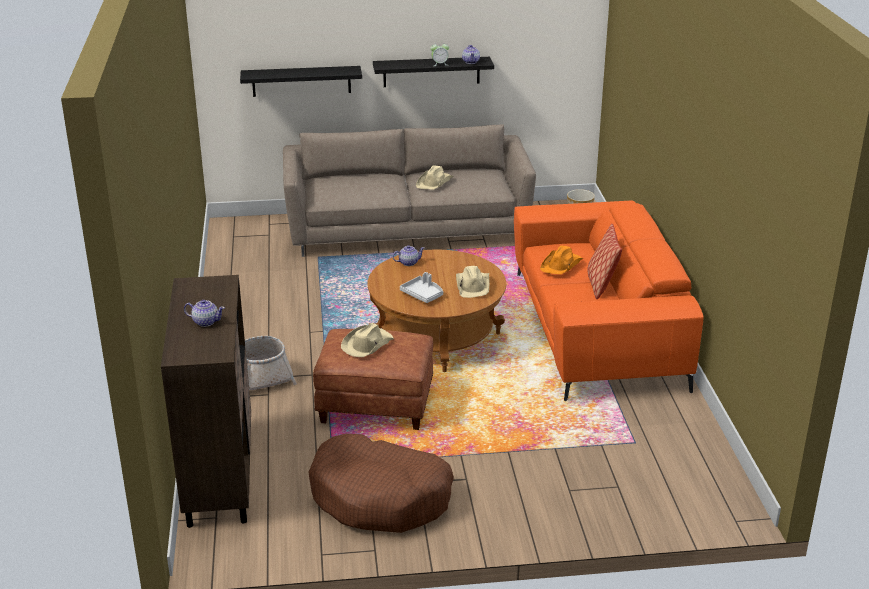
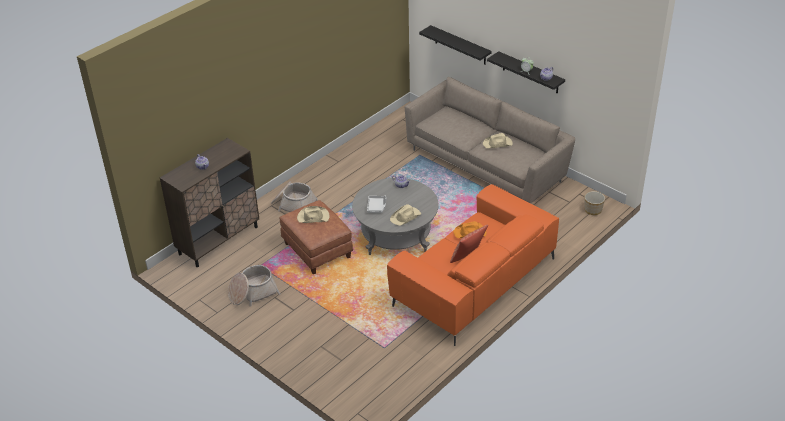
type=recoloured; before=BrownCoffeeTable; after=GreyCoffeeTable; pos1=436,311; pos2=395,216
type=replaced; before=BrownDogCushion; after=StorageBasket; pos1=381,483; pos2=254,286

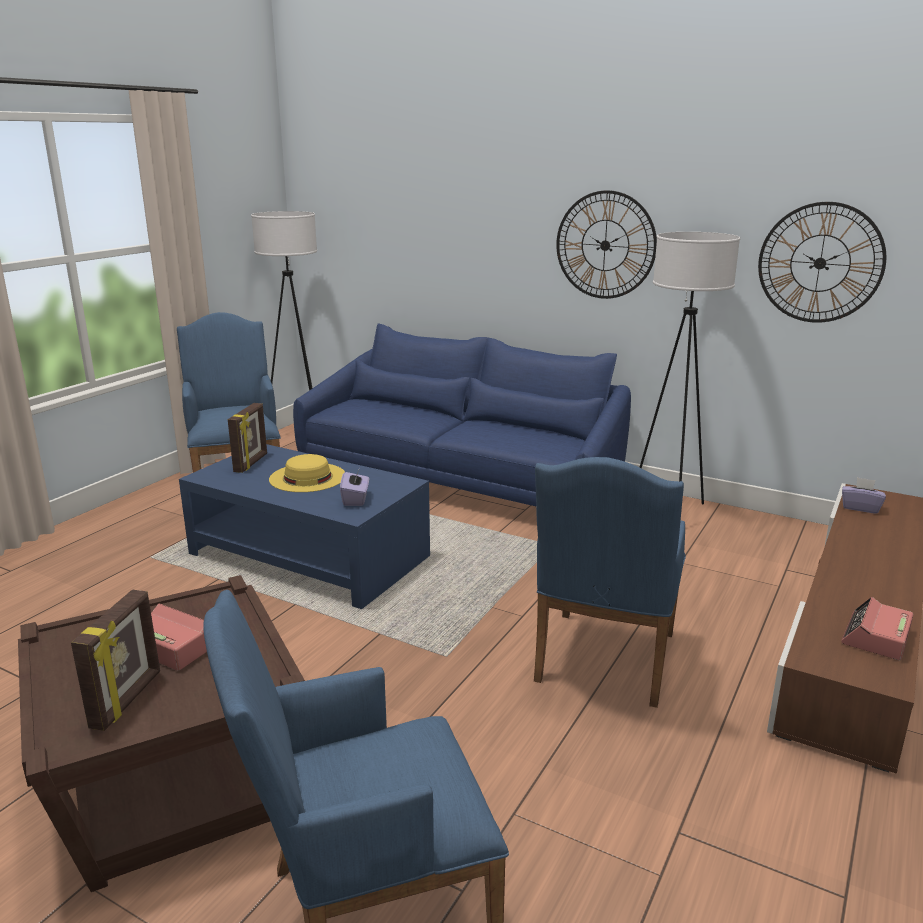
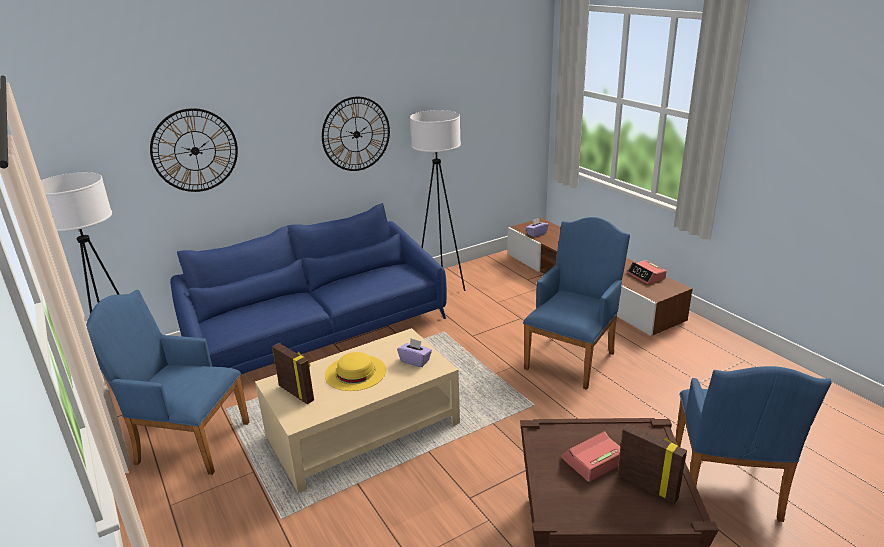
type=moved; before=HangingClock; pos1=822,262; pos2=194,150
type=recoloured; before=BlueColouredCoffeeTable; after=BeigeCoffeeTable; pos1=304,526; pos2=357,410
type=turned; before=BlueColouredLoungeChair; pos1=610,582; pos2=576,303; turn=-105

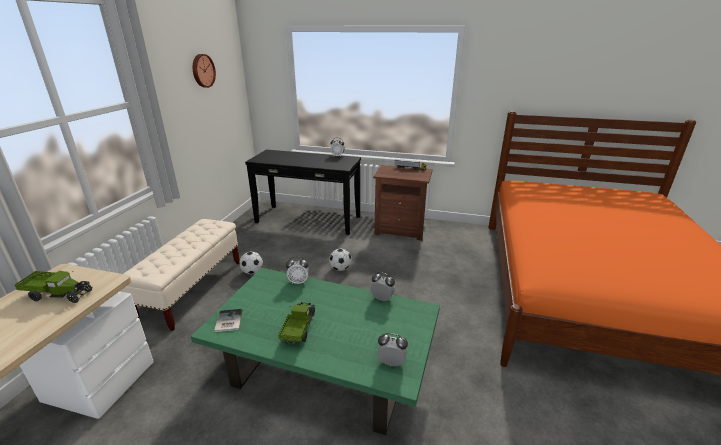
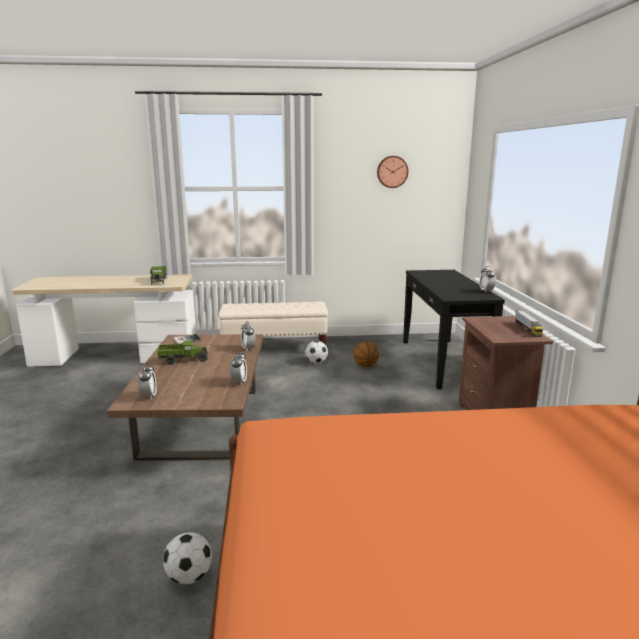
type=moved; before=FootballBall; pos1=340,260; pos2=187,558
type=recoloured; before=GreenColouredCoffeeTable; after=BrownCoffeeTable; pos1=315,351; pos2=185,397
type=added; after=BallForBasketball; pos2=366,354

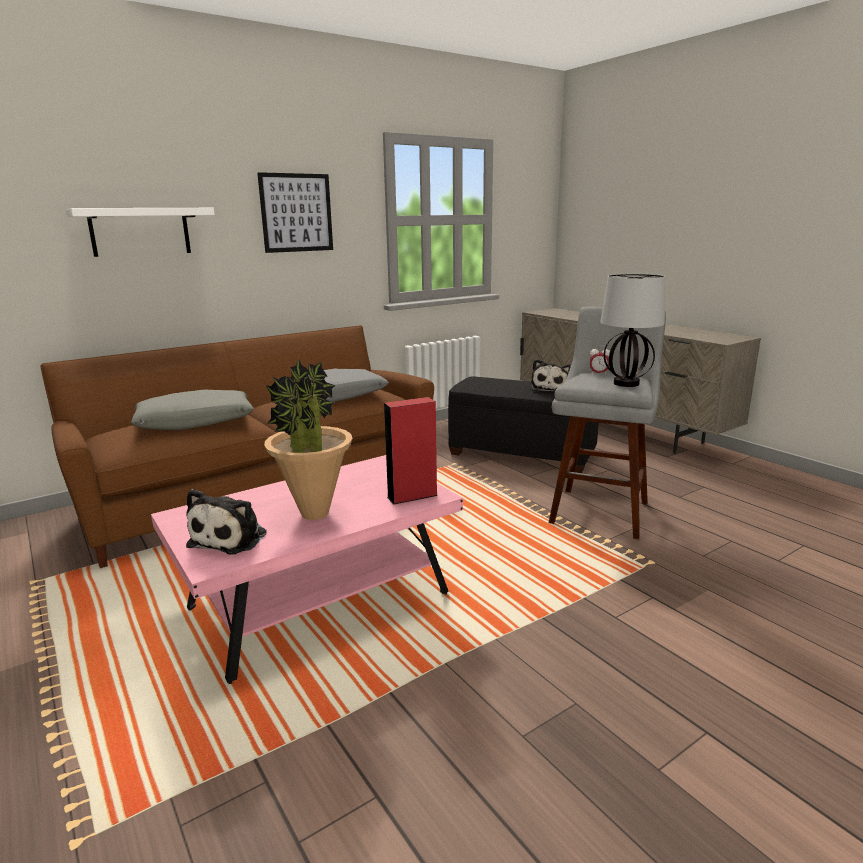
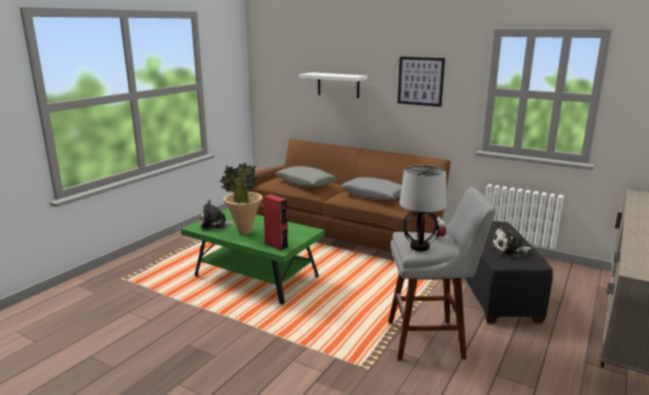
type=recoloured; before=PinkColouredCoffeeTable; after=GreenColouredCoffeeTable; pos1=307,569; pos2=253,256

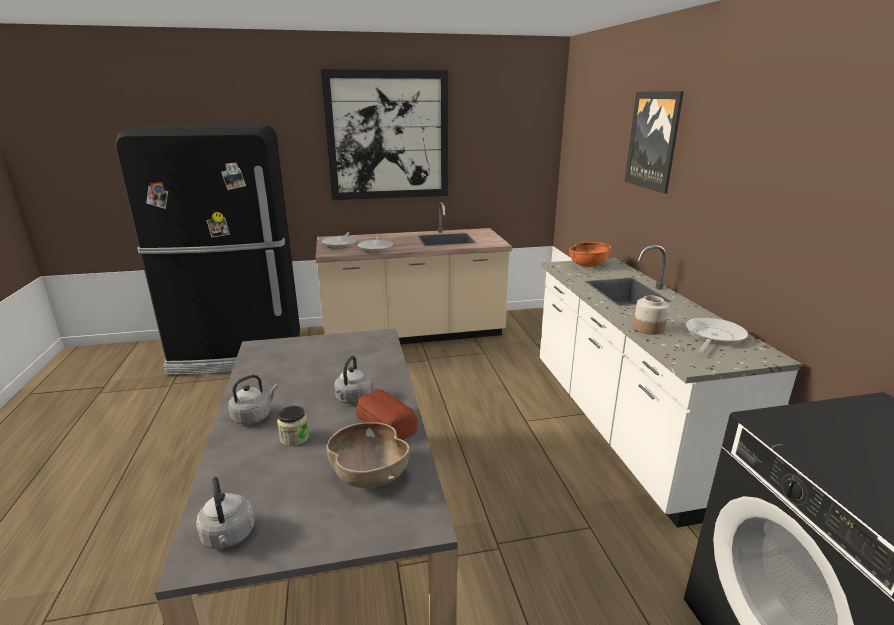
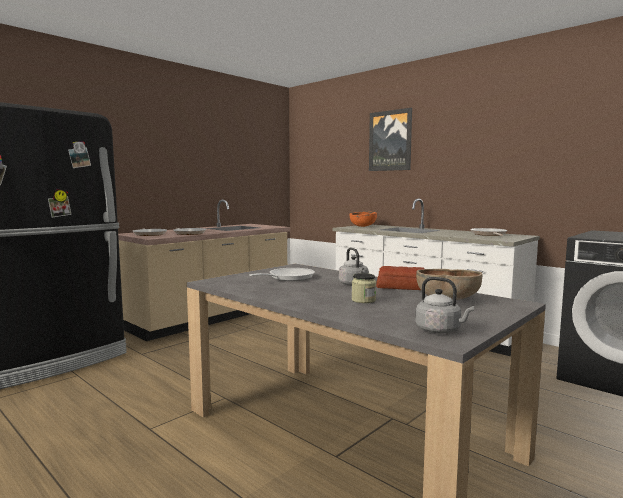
type=removed; before=WallArt; pos1=384,134
type=removed; before=Jar; pos1=651,315
type=removed; before=GreyWaterKettle; pos1=253,400
type=added; after=Pan; pos2=282,274

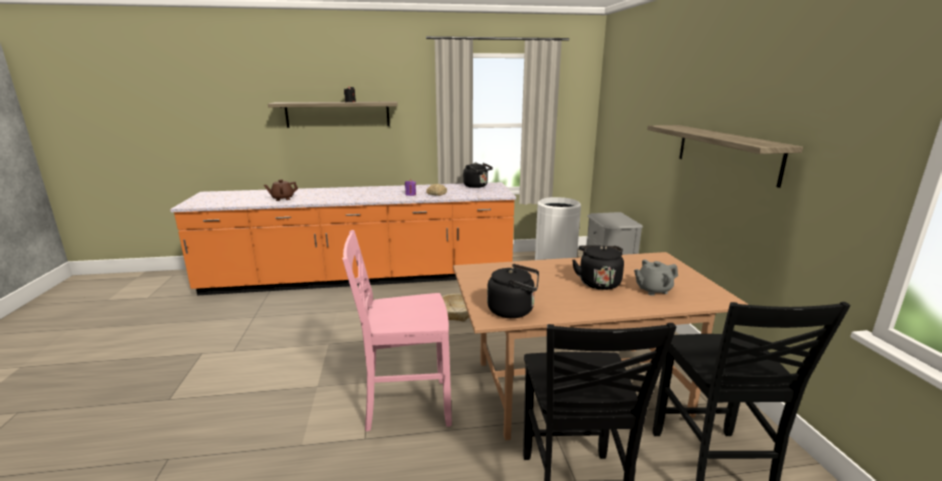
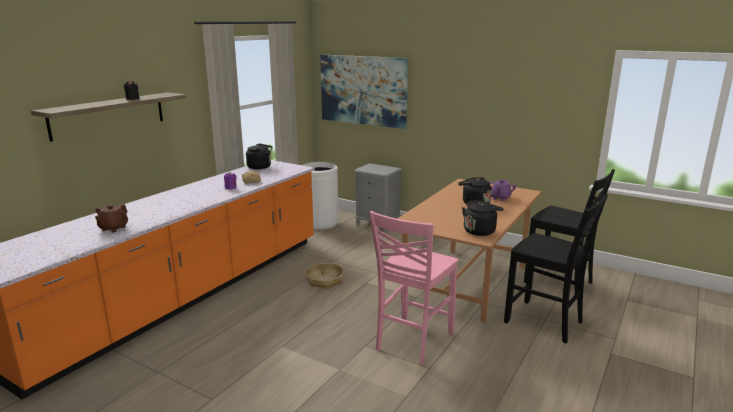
type=removed; before=Shelf; pos1=725,156
type=recoloured; before=GreyTeapot; after=PurpleTeapot; pos1=656,277; pos2=502,190
type=added; after=WallArt; pos2=364,92

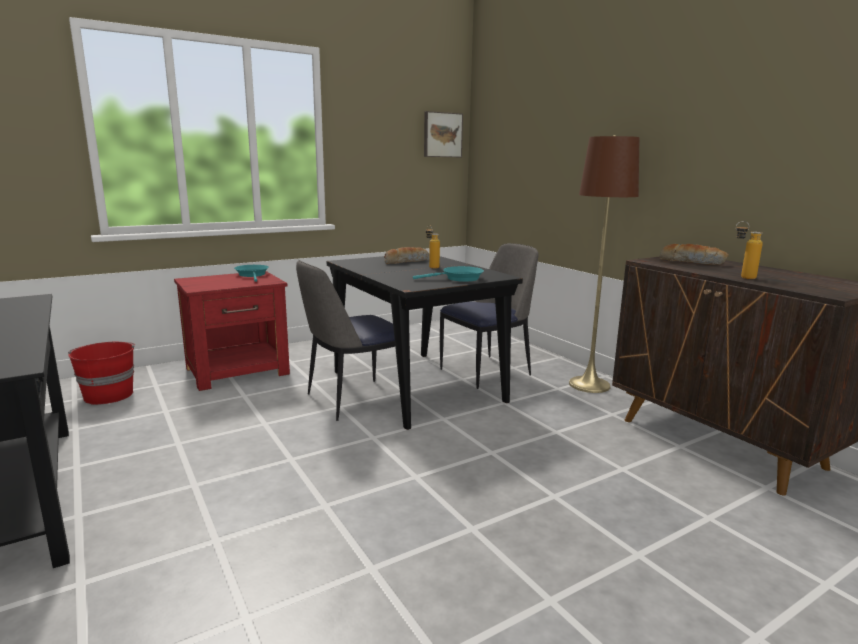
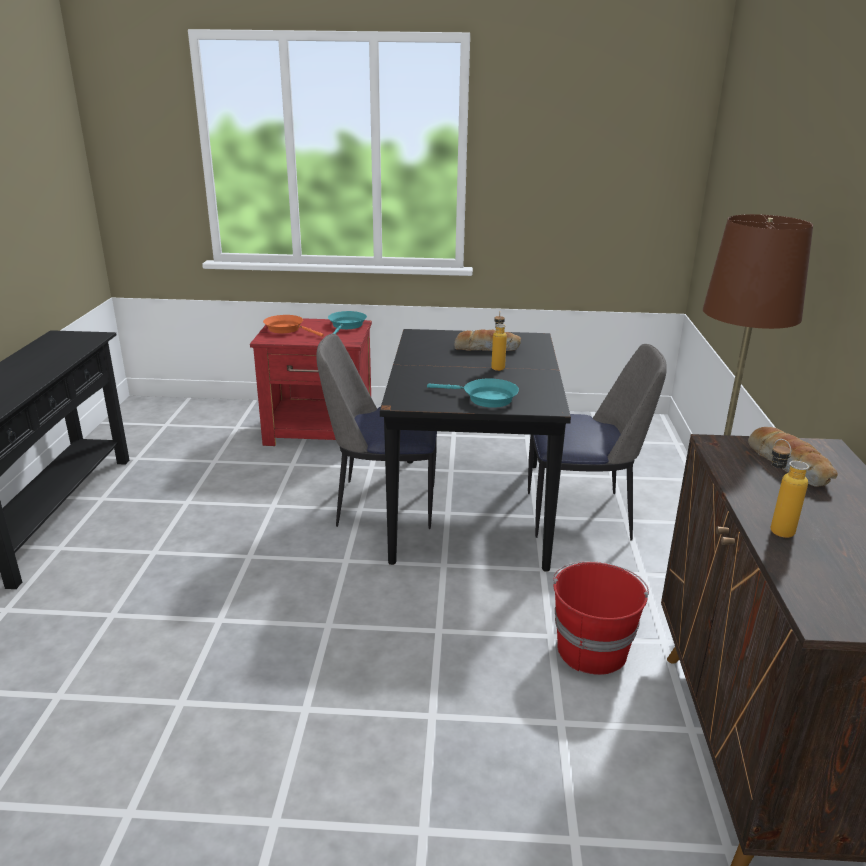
type=removed; before=WallArt; pos1=443,134
type=moved; before=RedColouredPail; pos1=101,373; pos2=601,618
type=added; after=OrangeColouredPan; pos2=293,326

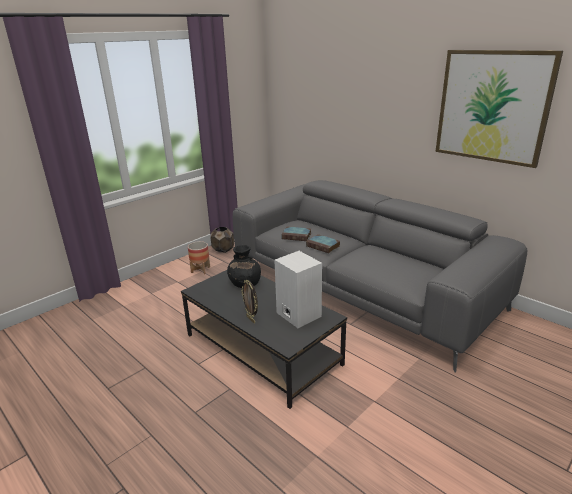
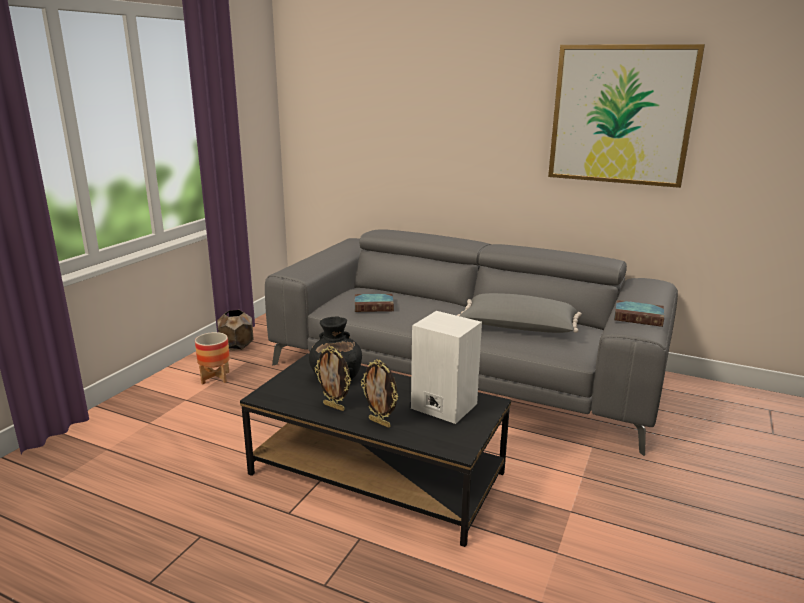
type=moved; before=Volume; pos1=323,243; pos2=639,313
type=added; after=GreyThrowPillow; pos2=519,313
type=added; after=PhotoFrame; pos2=333,378

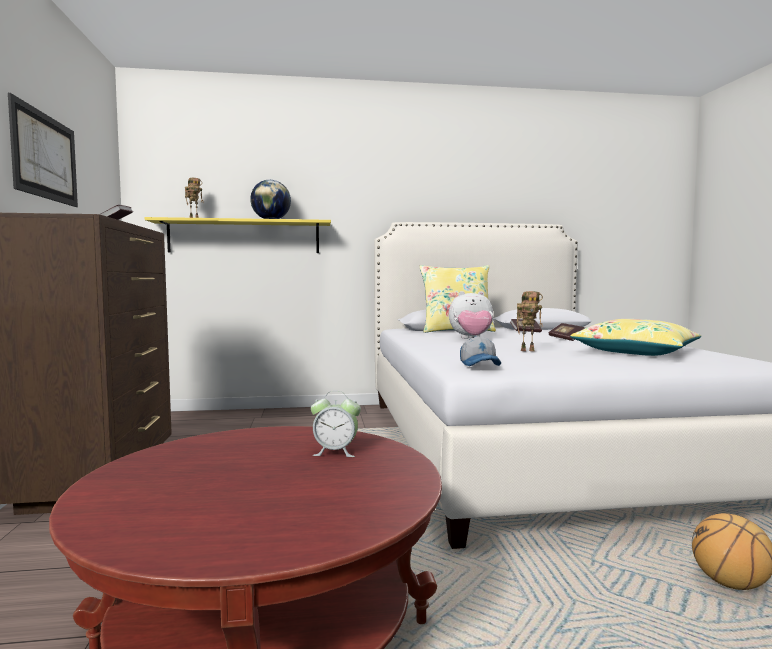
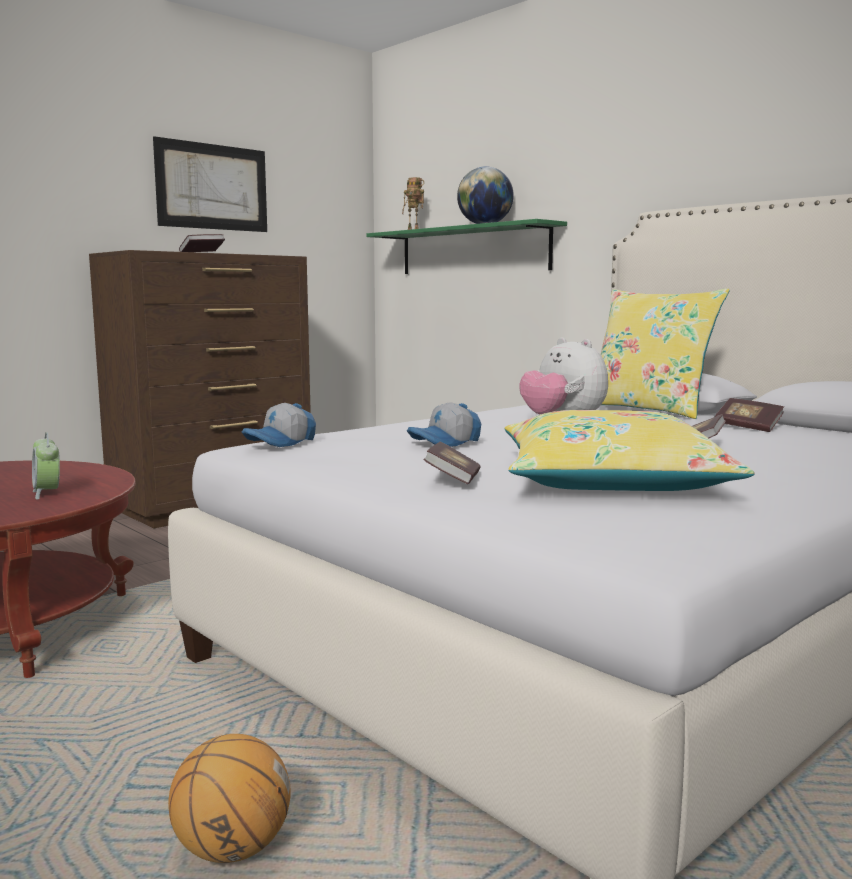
type=recoloured; before=YellowishShelf; after=GreenColouredShelf; pos1=238,235; pos2=466,246
type=replaced; before=ToyRobot; after=Cap; pos1=530,321; pos2=444,424
type=added; after=Volume; pos2=452,463

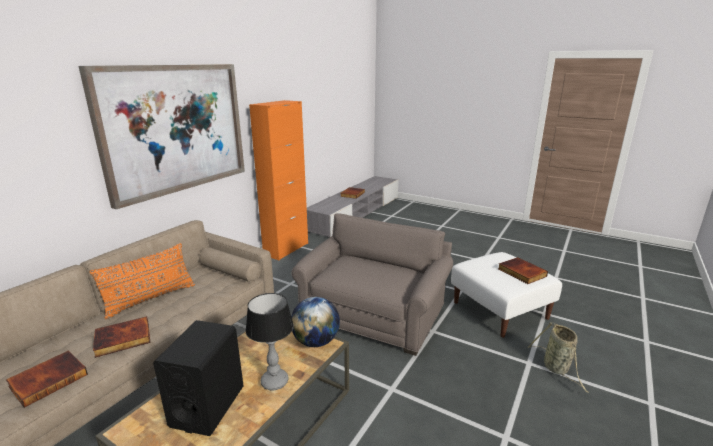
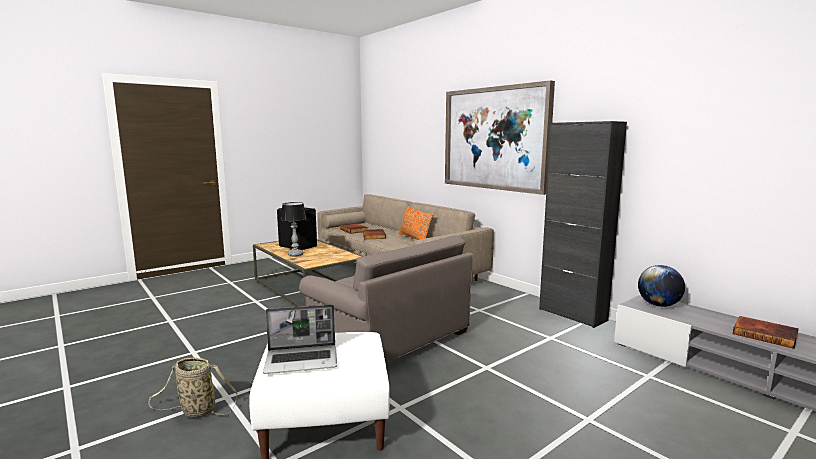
type=recoloured; before=OrangeColouredCupboard; after=BlackCupboard; pos1=278,180; pos2=583,224
type=replaced; before=Volume; after=Laptop; pos1=523,270; pos2=300,339
type=moved; before=Globe; pos1=315,322; pos2=661,286

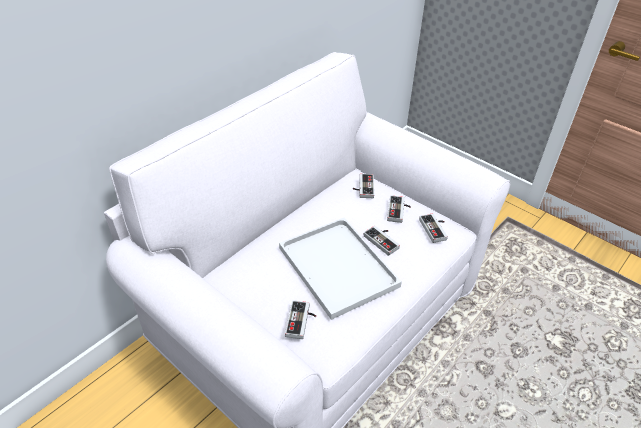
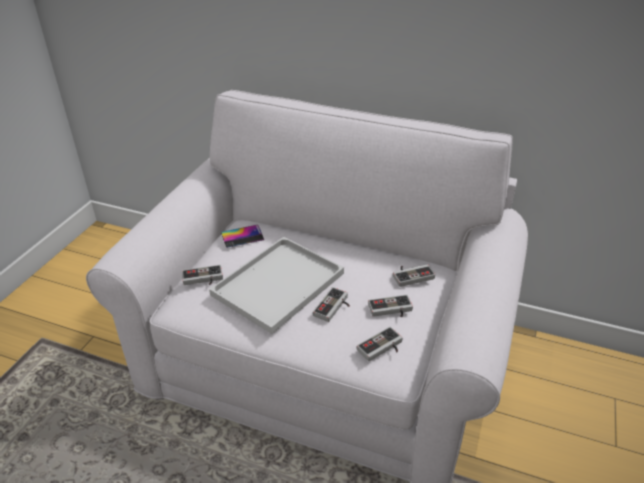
type=added; after=Phone; pos2=242,236

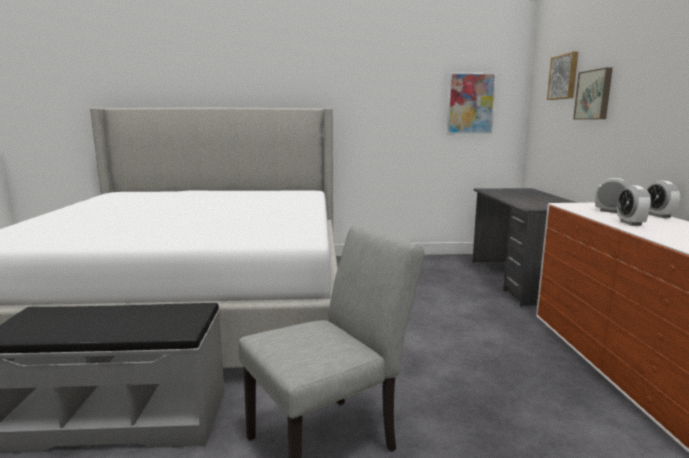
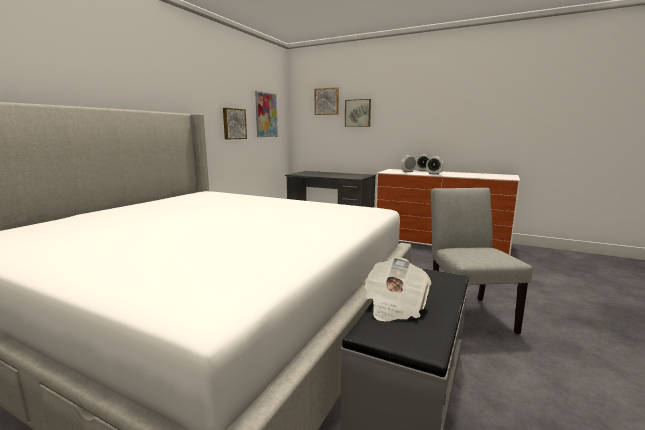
type=added; after=WallArt; pos2=235,123
type=added; after=PrintedPaper; pos2=397,289

